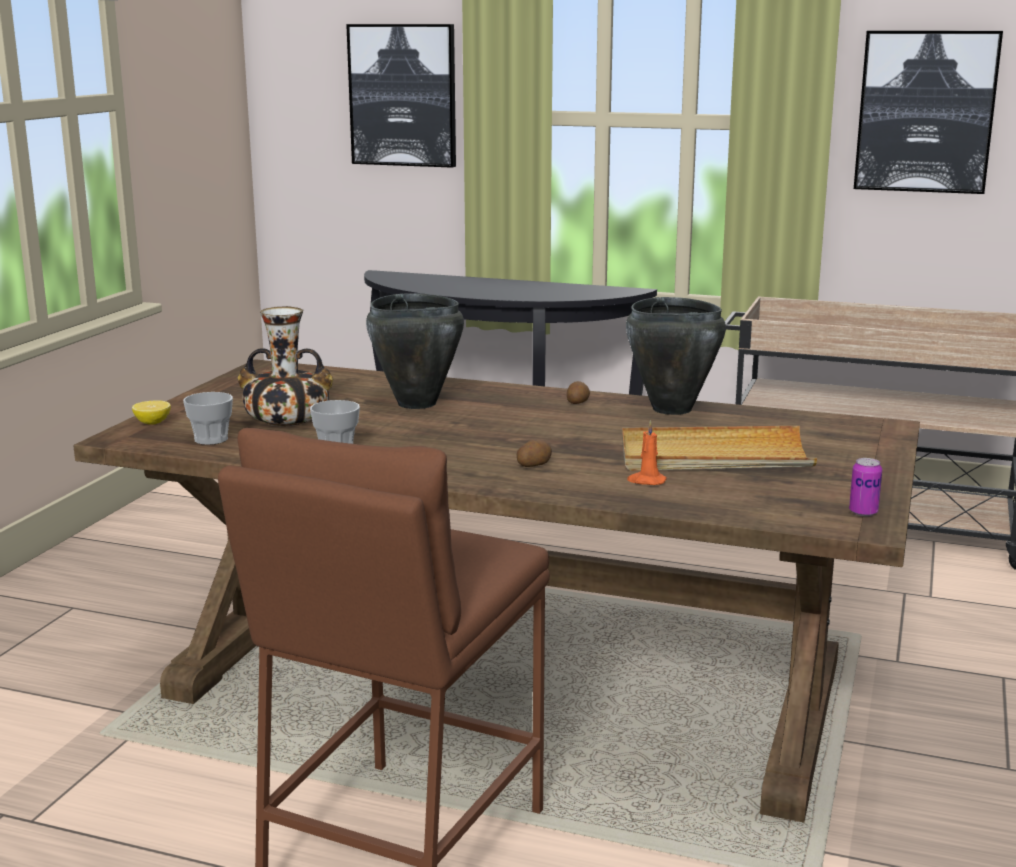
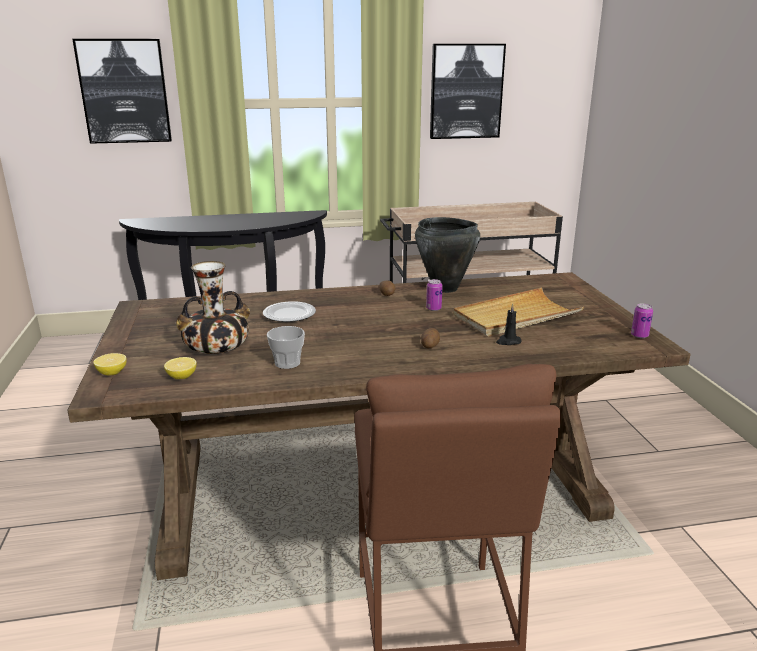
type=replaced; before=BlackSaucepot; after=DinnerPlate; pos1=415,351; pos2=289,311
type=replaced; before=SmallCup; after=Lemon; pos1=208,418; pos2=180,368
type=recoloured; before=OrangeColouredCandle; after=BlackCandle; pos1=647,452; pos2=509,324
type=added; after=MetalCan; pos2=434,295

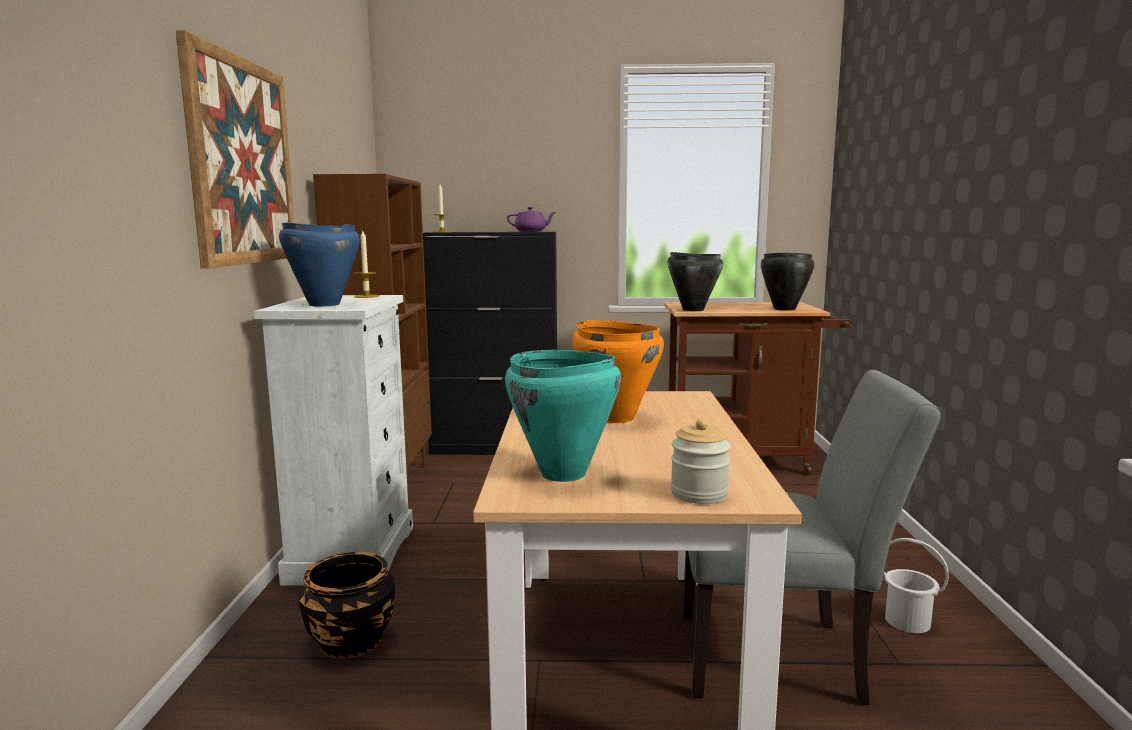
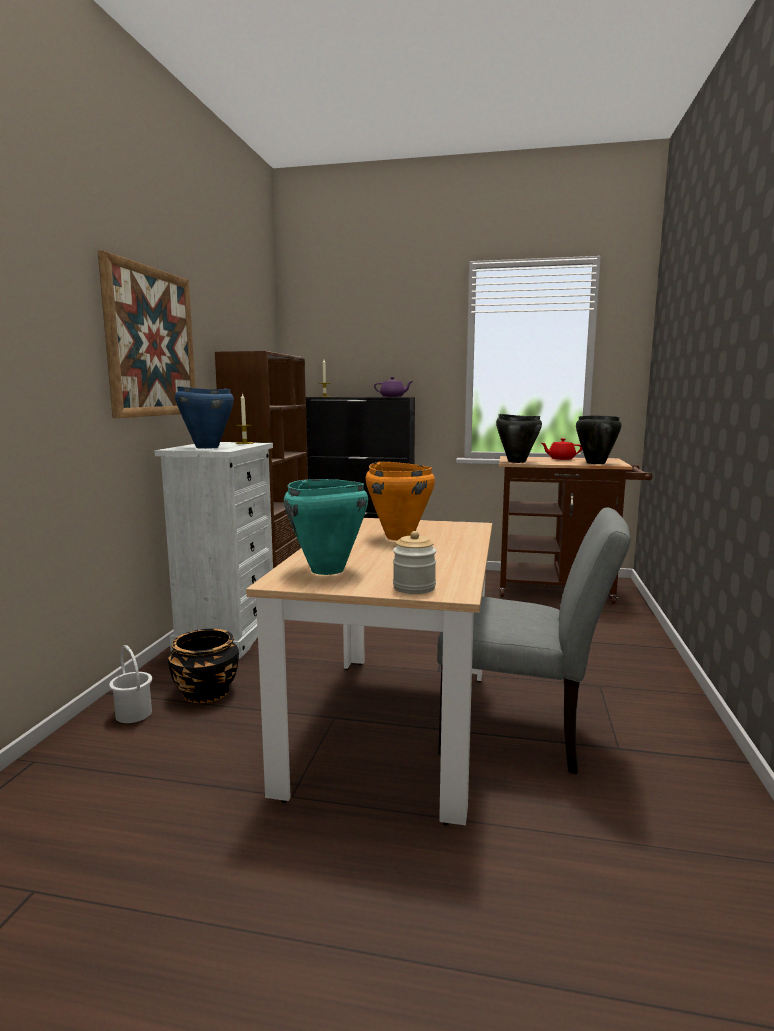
type=moved; before=WhiteColouredPail; pos1=916,585; pos2=130,684
type=added; after=RedColouredTeapot; pos2=561,449

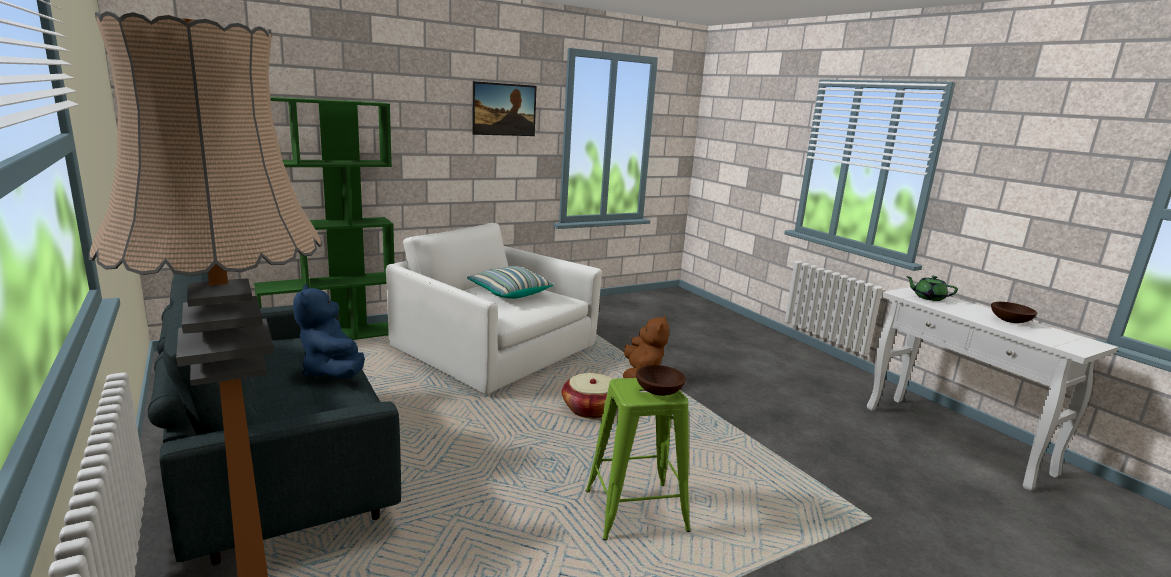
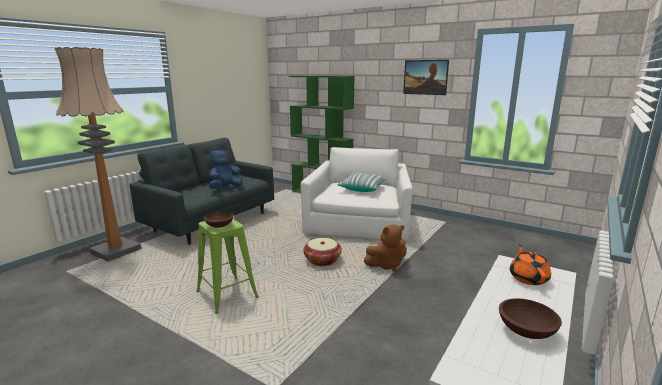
type=recoloured; before=GreenColouredTeapot; after=OrangeColouredTeapot; pos1=932,288; pos2=530,265

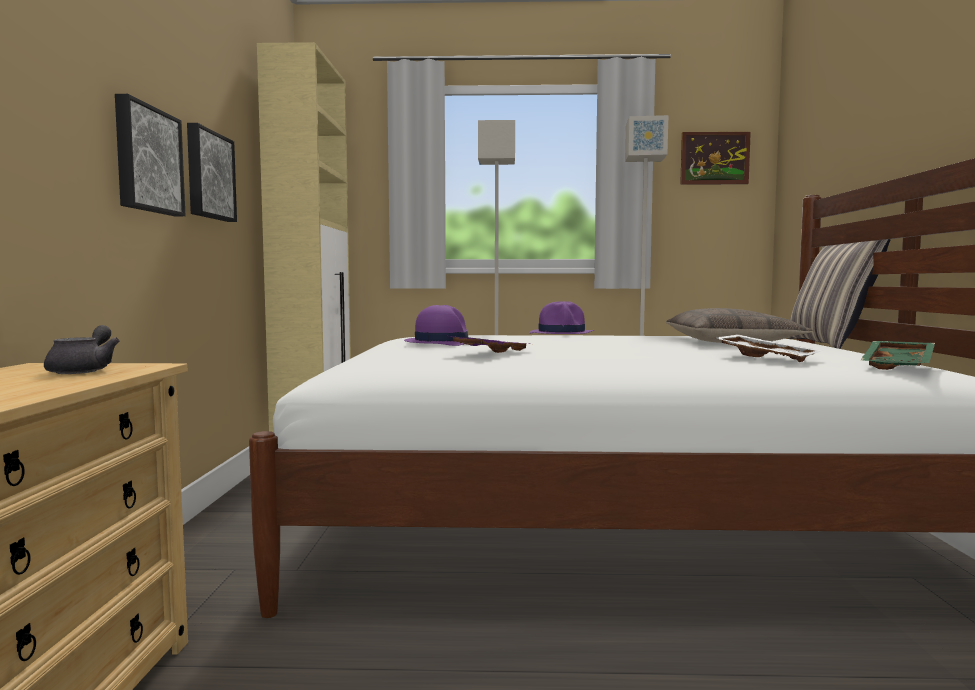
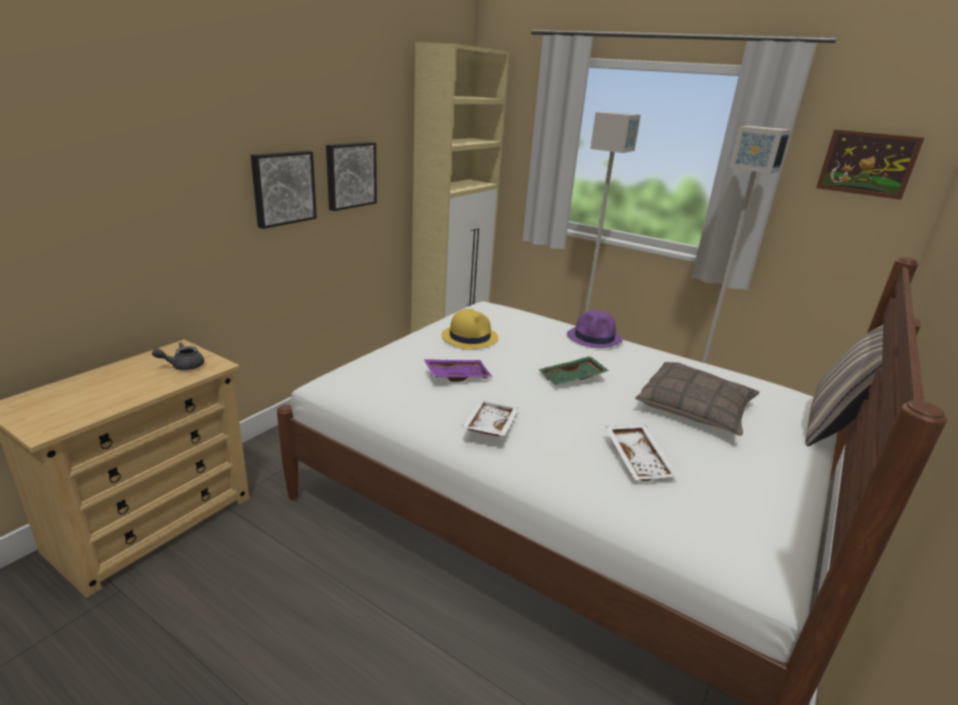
type=recoloured; before=PurpleClothingHat; after=YellowishClothingHat; pos1=437,325; pos2=469,329
type=turned; before=GreyTeapot; pos1=82,349; pos2=178,356; turn=-150
type=moved; before=GreenColouredCarryingTray; pos1=897,355; pos2=573,370
type=added; after=WhiteColouredCarryingTray; pos2=489,418

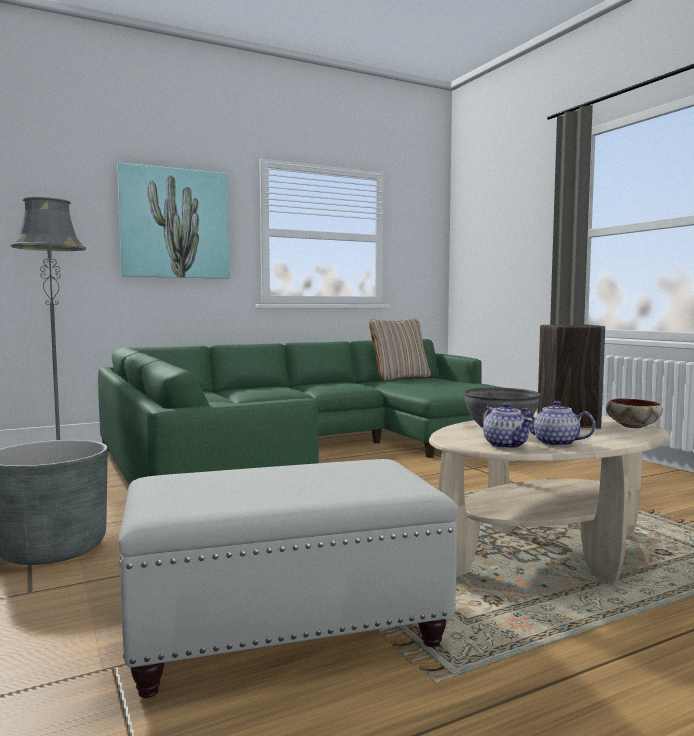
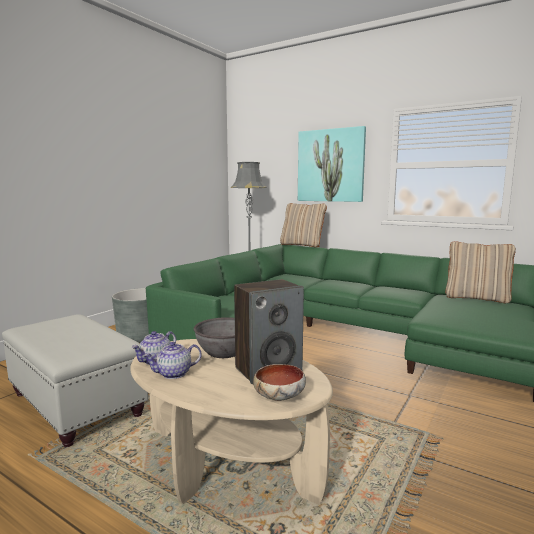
type=turned; before=Teapot; pos1=558,424; pos2=172,360; turn=-120
type=added; after=BeigeThrowPillow; pos2=303,225

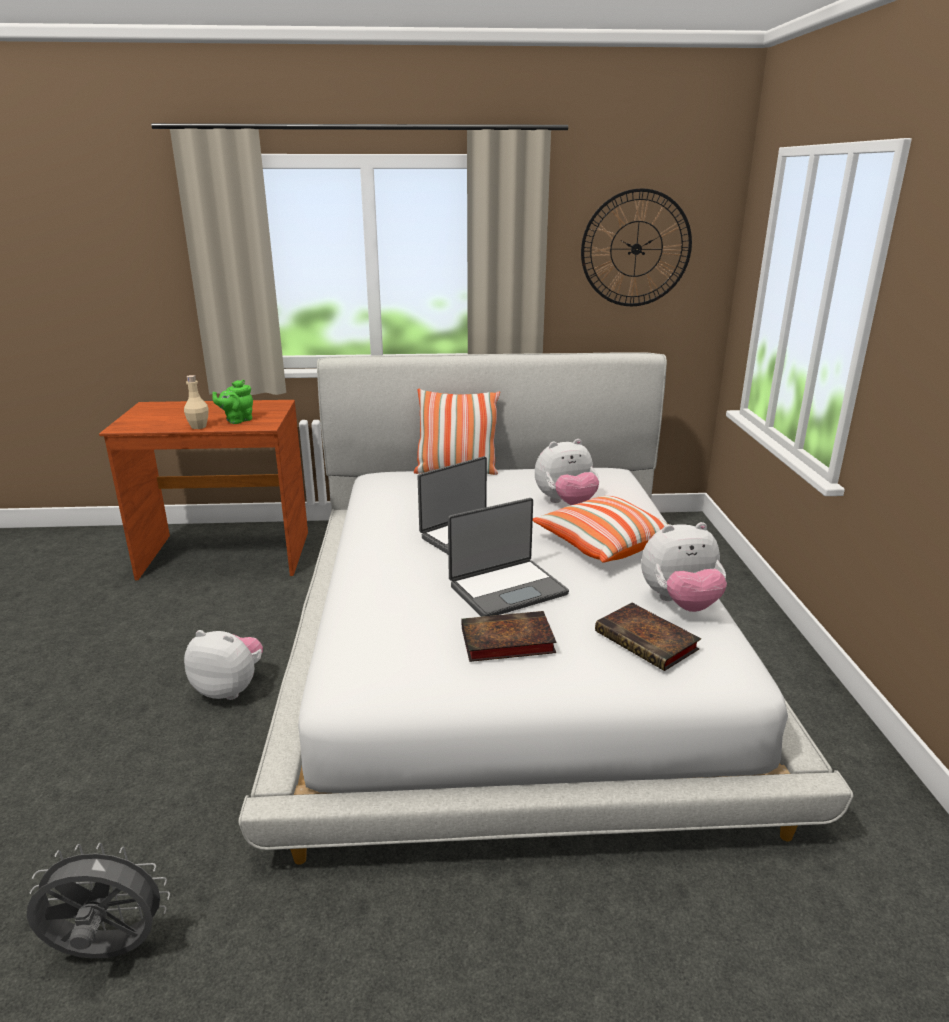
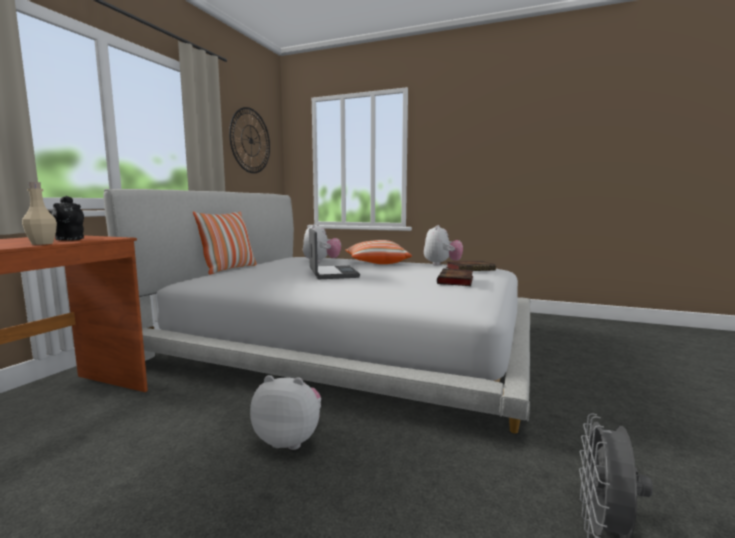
type=recoloured; before=GreenColouredTeapot; after=BlackTeapot; pos1=232,402; pos2=66,218
type=removed; before=Laptop; pos1=508,557
type=turned; before=SoftToy; pos1=223,665; pos2=285,412; turn=60

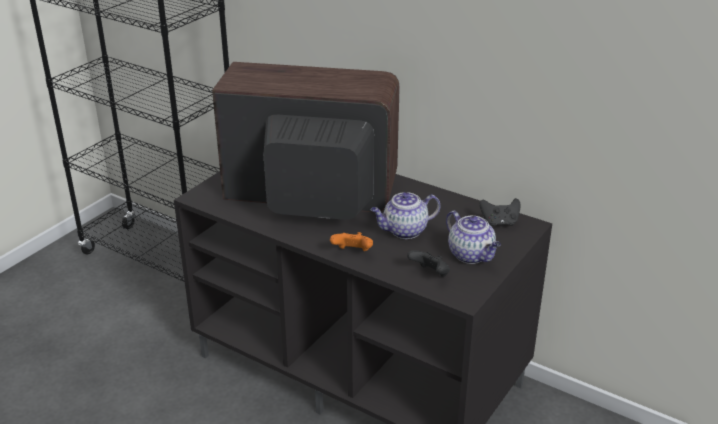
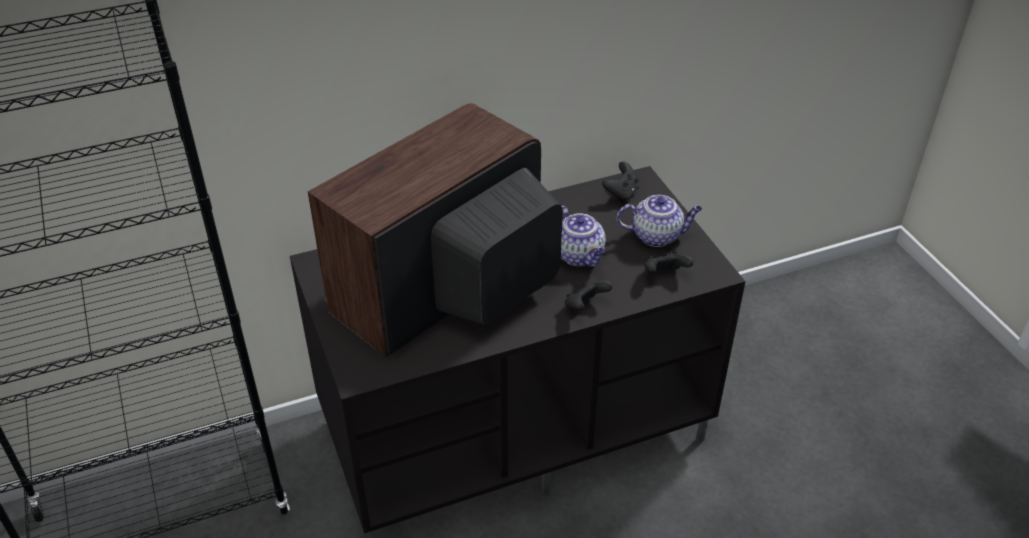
type=turned; before=Teapot; pos1=405,215; pos2=583,236; turn=-45
type=recoloured; before=OrangeColouredGameController; after=BlackGameController; pos1=351,241; pos2=589,295

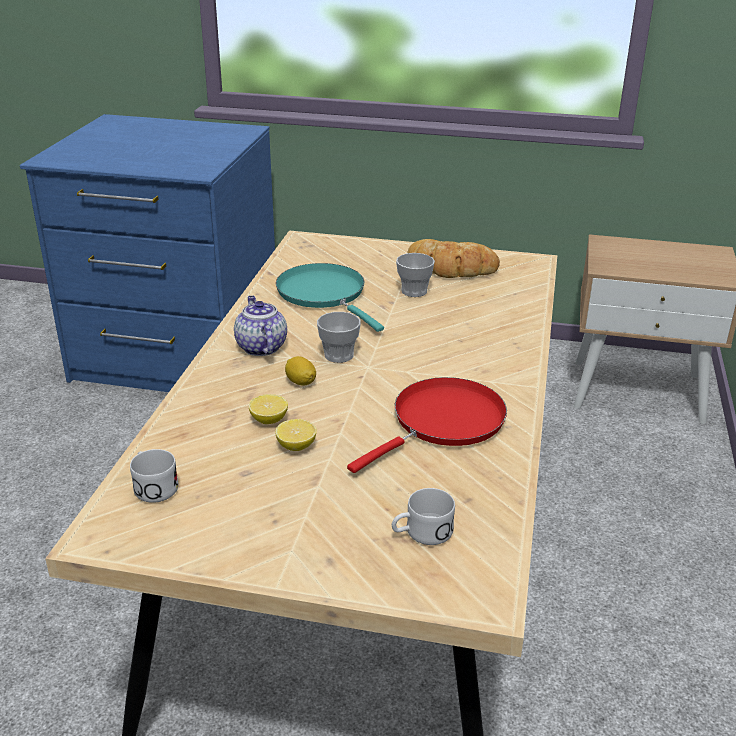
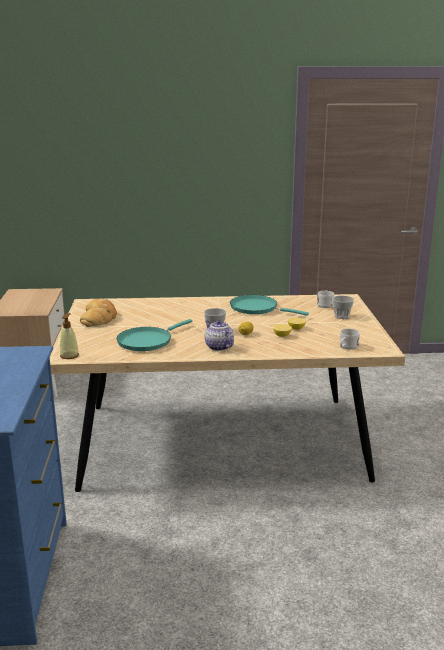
type=moved; before=SmallCup; pos1=415,275; pos2=343,307
type=turned; before=Teapot; pos1=260,326; pos2=219,335; turn=90
type=recoloured; before=RedColouredPan; after=BlueGreenPan; pos1=427,425; pos2=269,305
type=added; after=LiquidSoapBottle; pos2=69,336

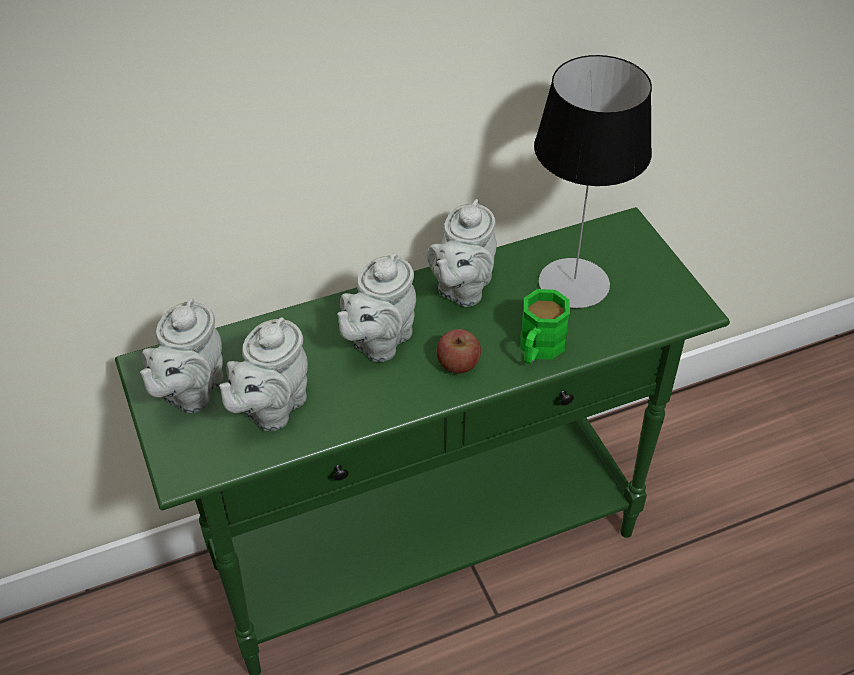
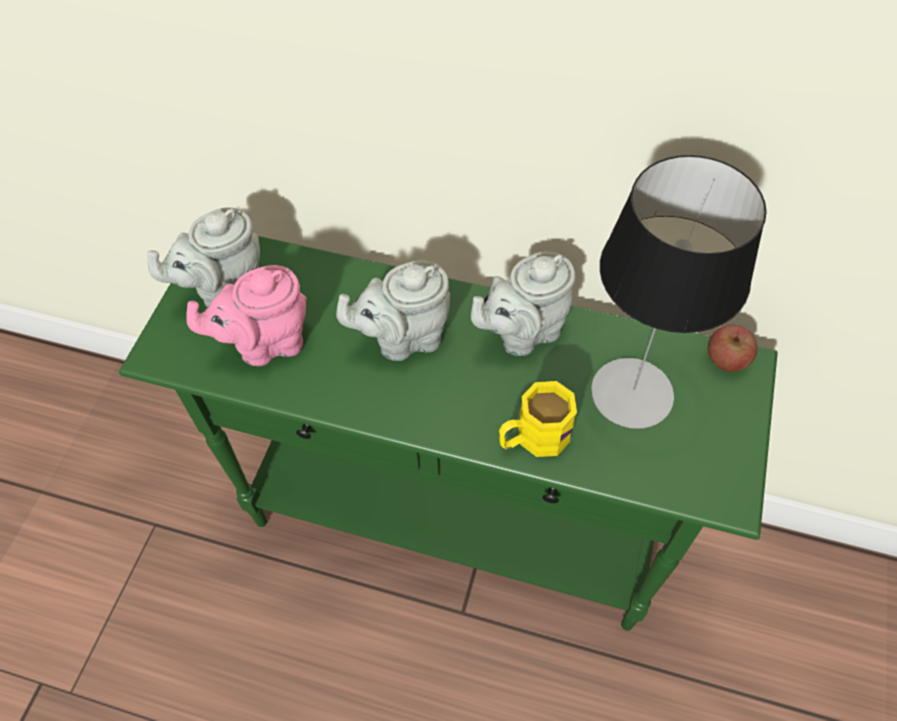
type=recoloured; before=GreenColouredMug; after=YellowishMug; pos1=545,326; pos2=538,419
type=recoloured; before=GreyTeapot; after=PinkColouredTeapot; pos1=263,374; pos2=246,315
type=moved; before=AppleFruit; pos1=459,351; pos2=733,348

